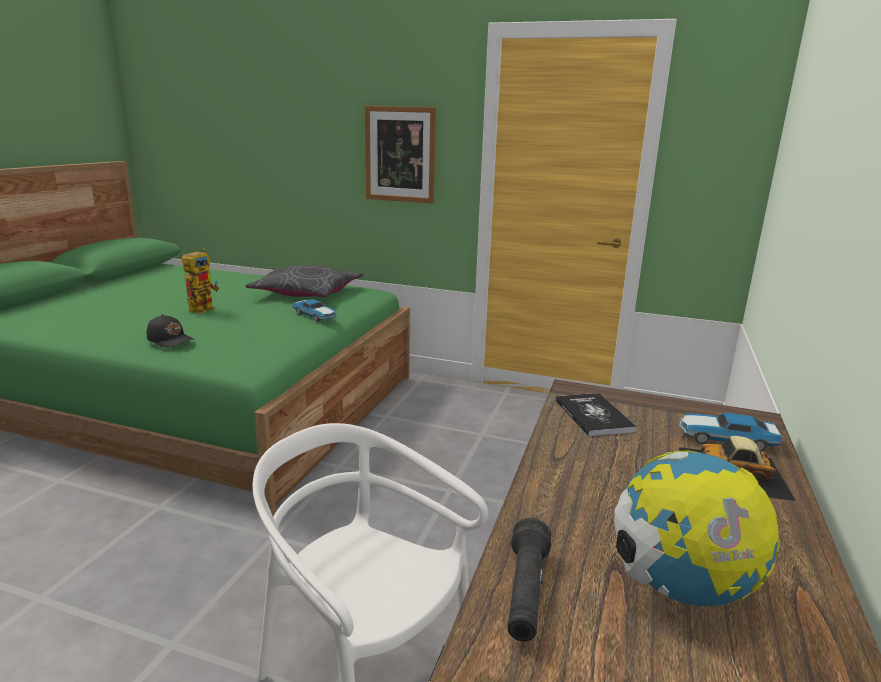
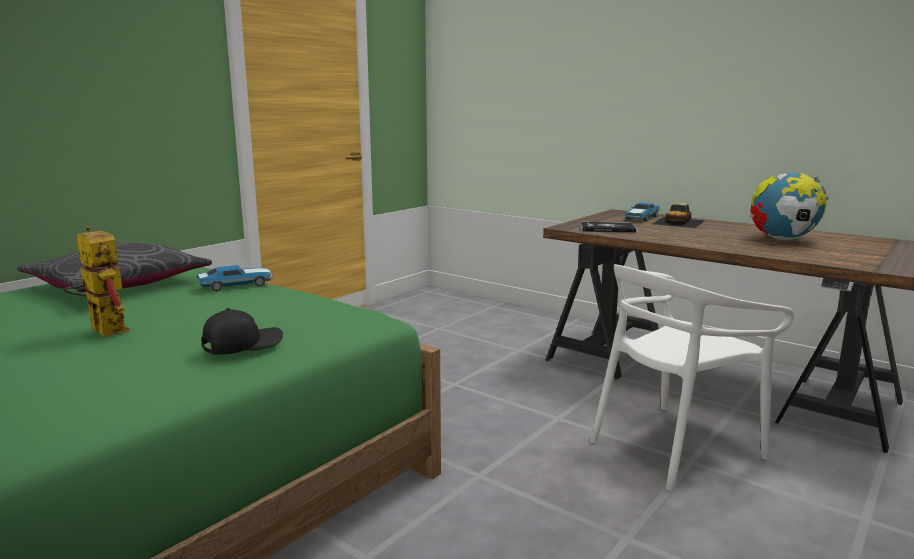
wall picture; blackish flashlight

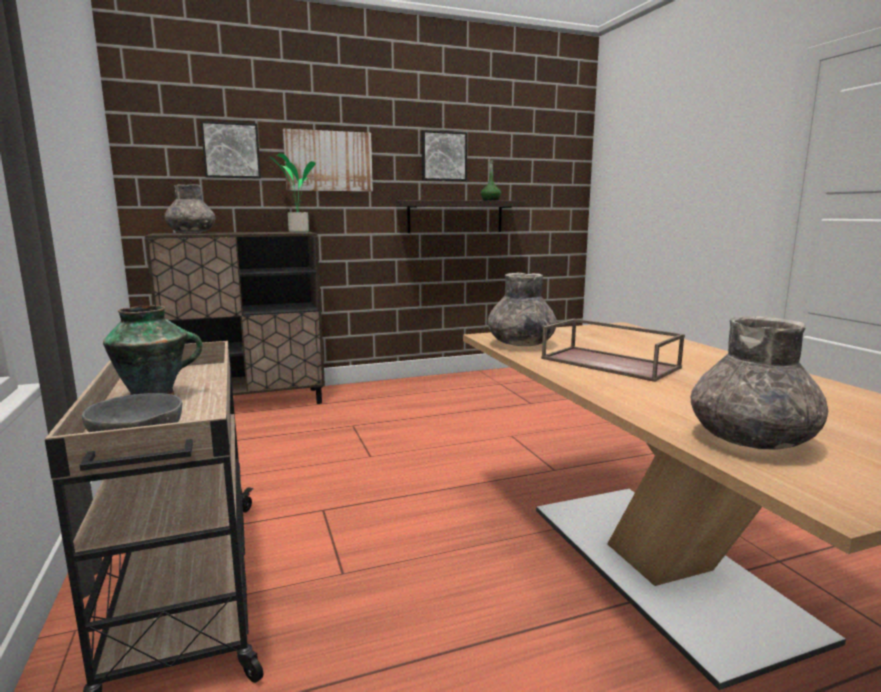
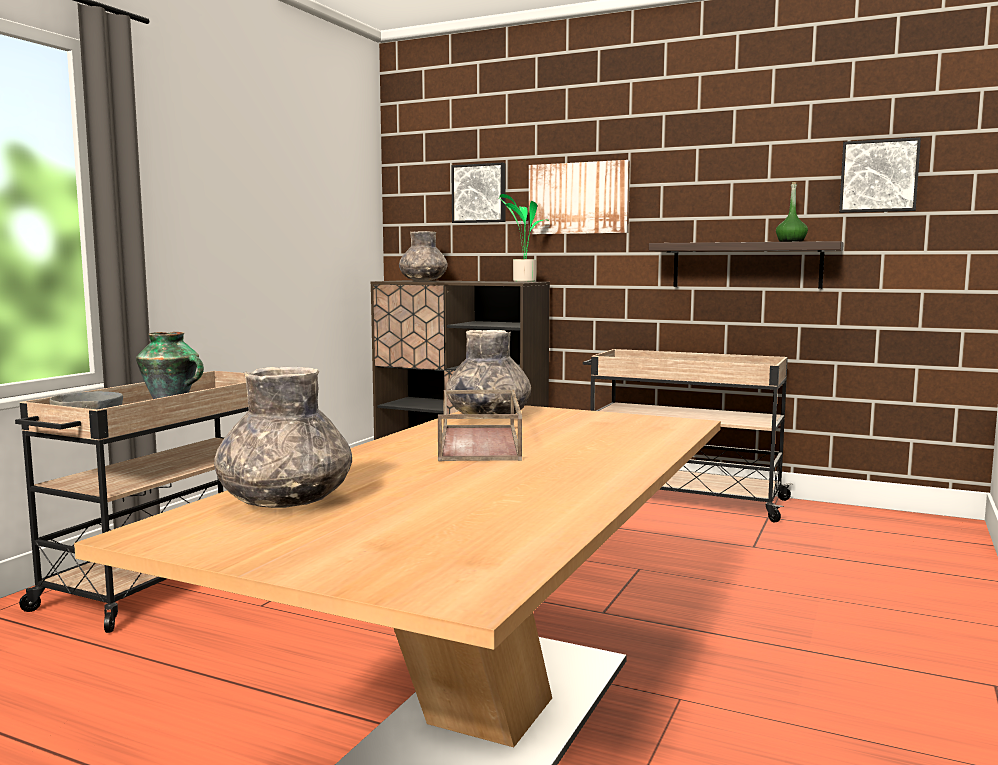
beige-coloured wheeled cart (no. 2 from left); wall picture (no. 3 from left)

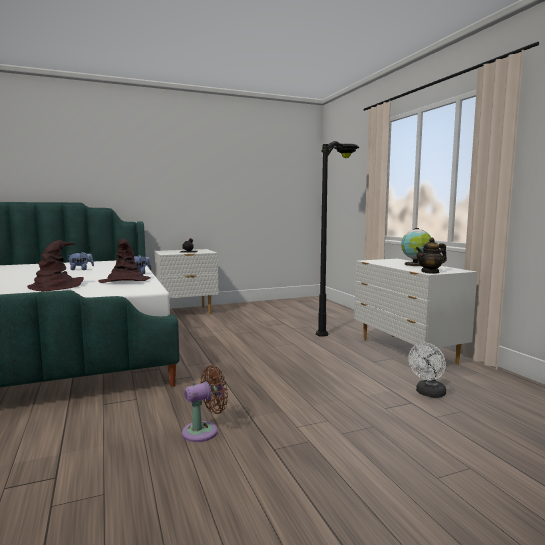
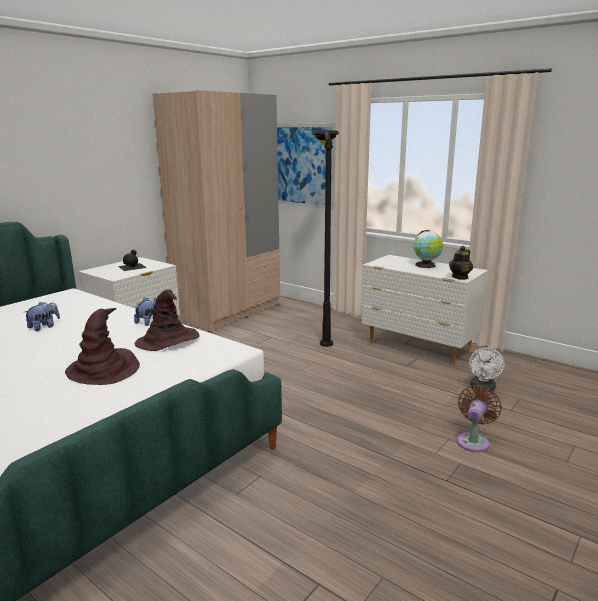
beige-coloured armoire; wall picture; brown cooling fan

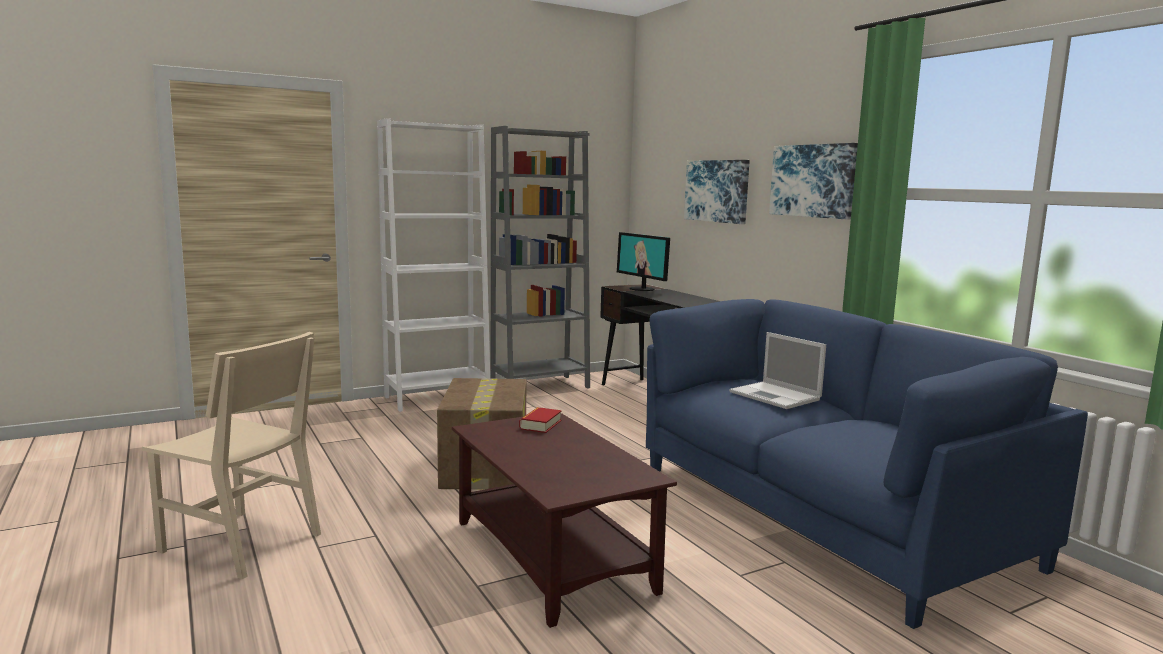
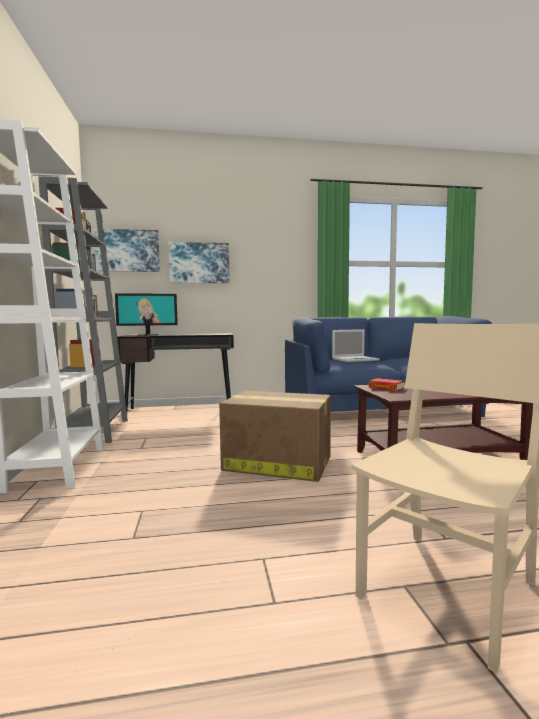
wall picture (no. 1 from left)

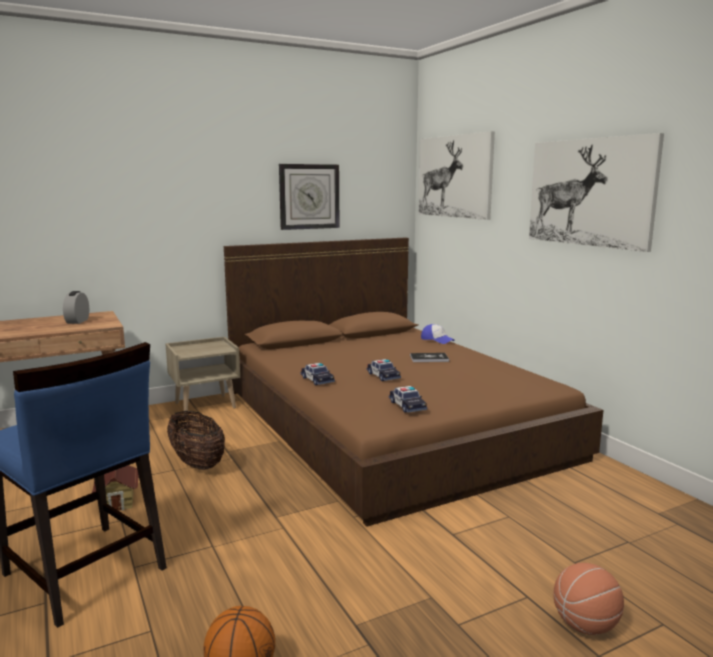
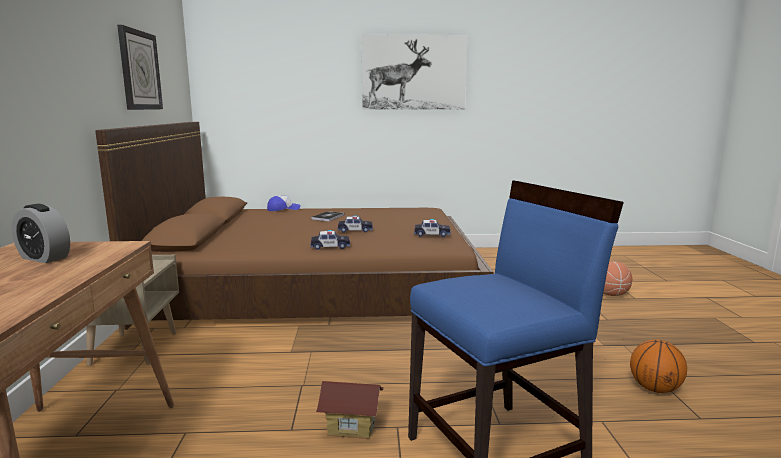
storage basket; wall picture (no. 1 from left in the first image)

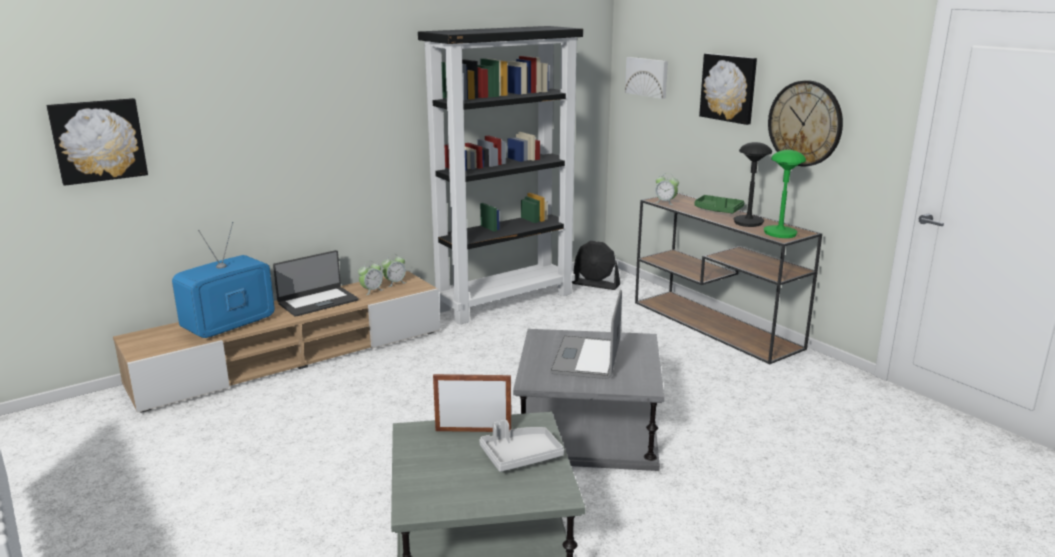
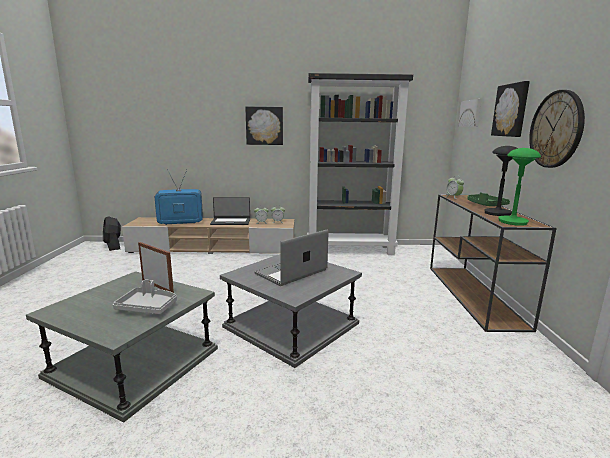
wall picture (no. 1 from left); blackish cooling fan

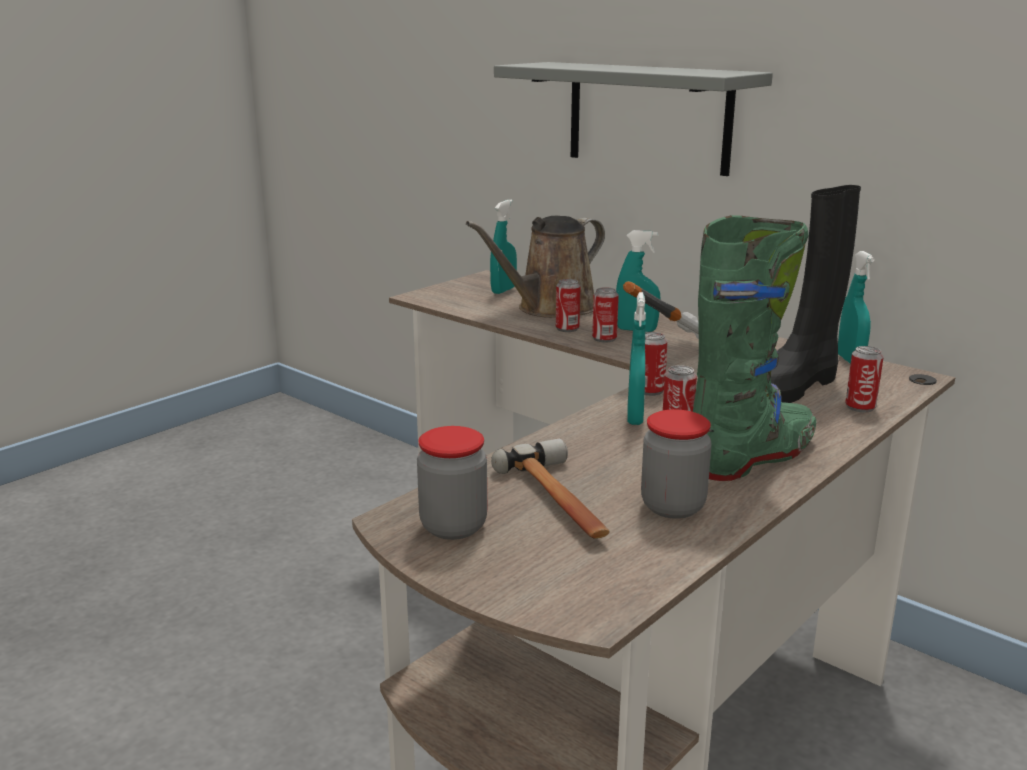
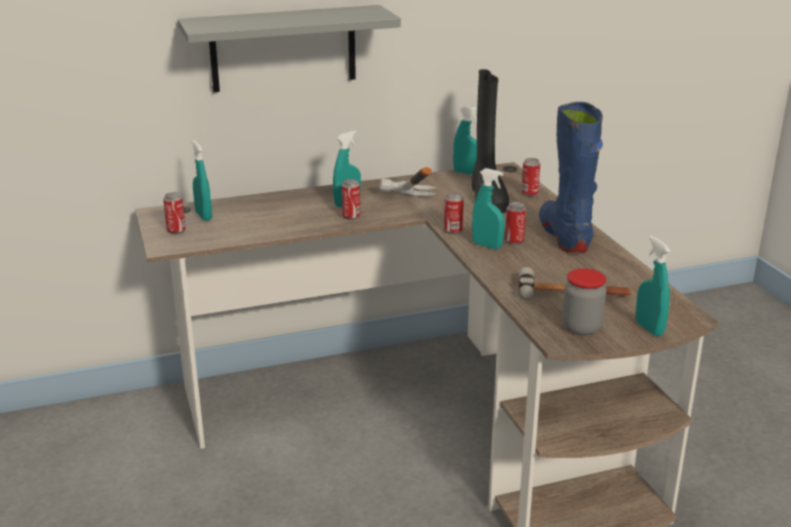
brown watering can; preserve jar (no. 2 from left in the first image); turquoise spray bottle (no. 5 from left); can (no. 1 from left); blue-coloured boot

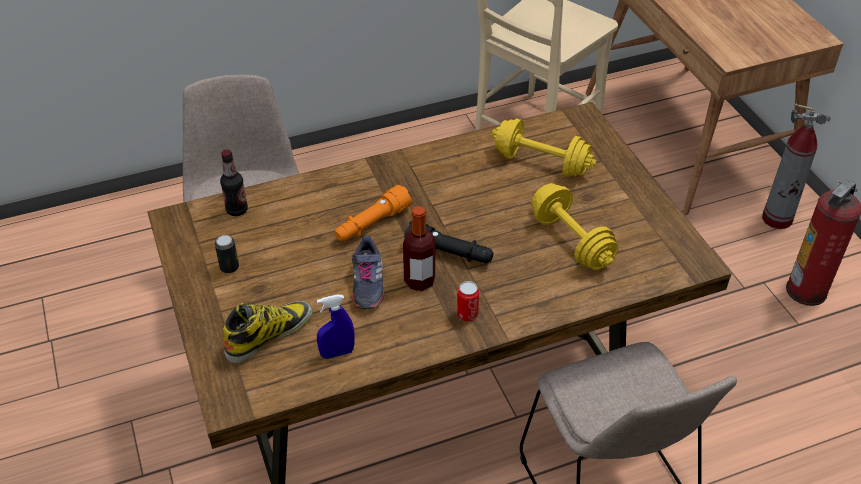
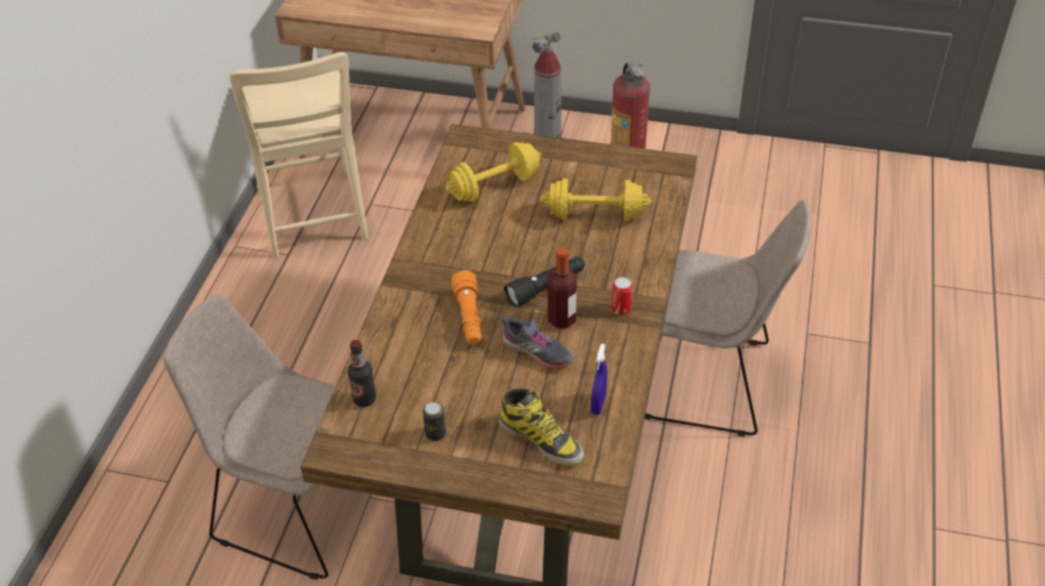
boot

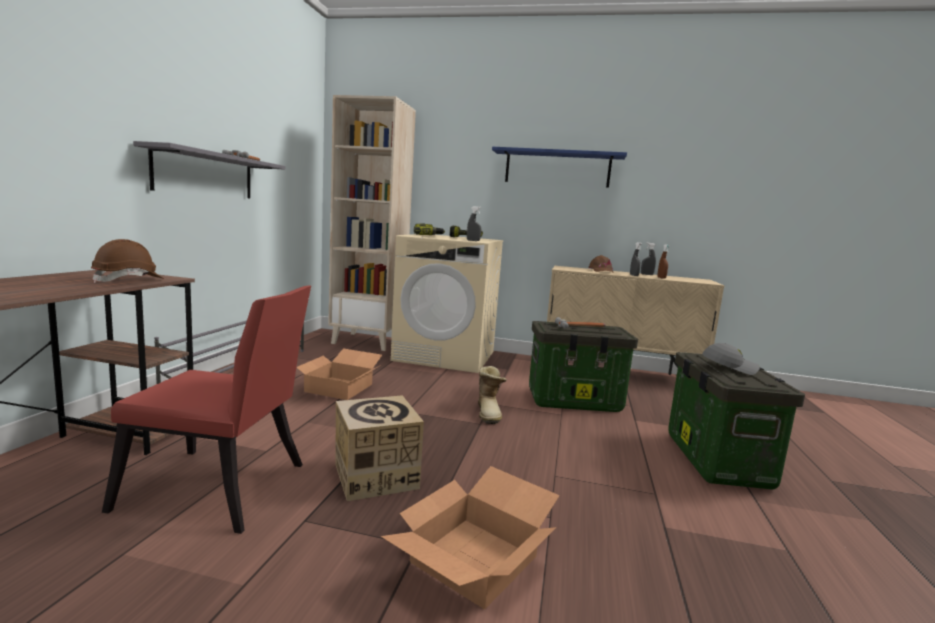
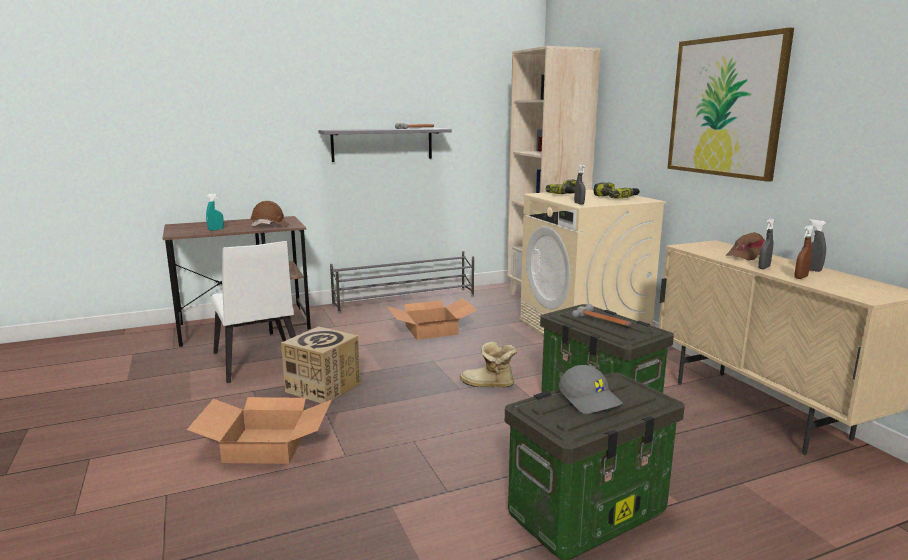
turquoise spray bottle; wall picture; whitish upright chair; boot

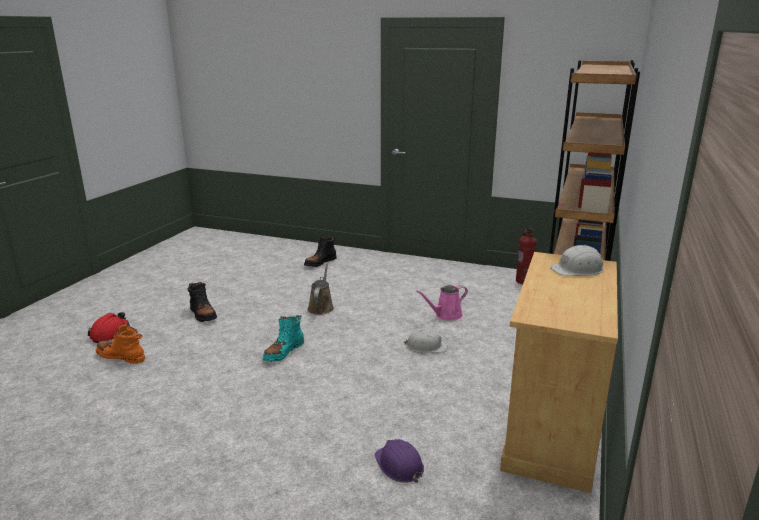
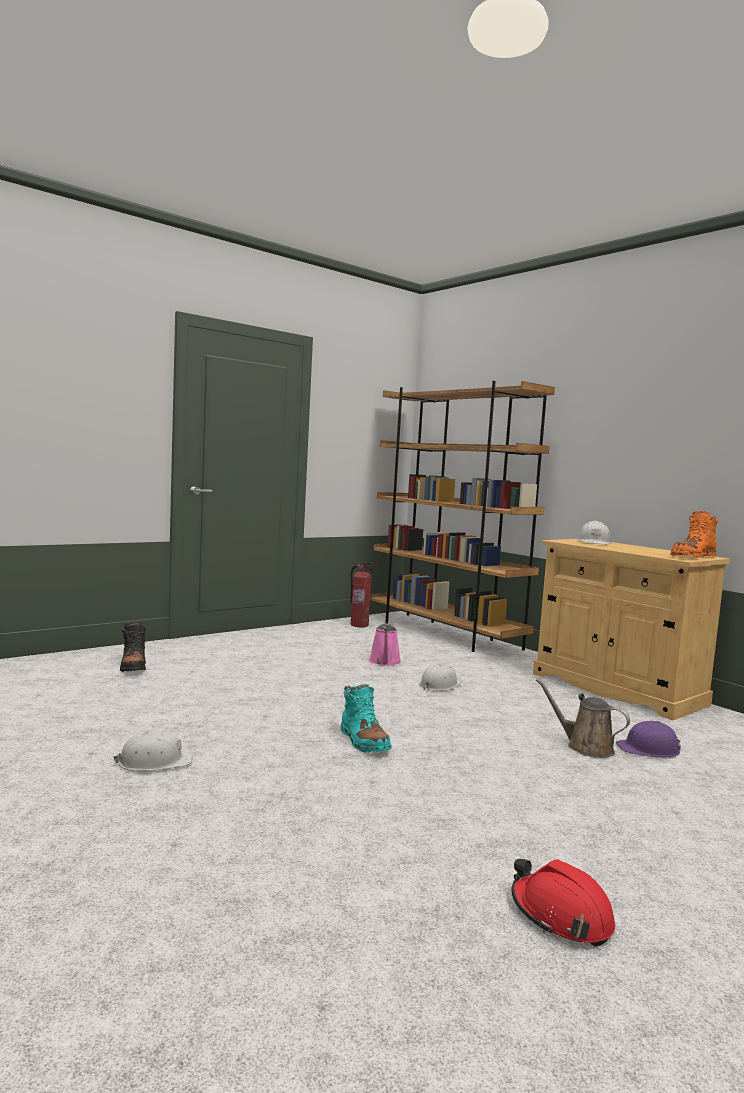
reddish safety helmet; orange boot; brown watering can; whitish safety helmet (no. 1 from left)

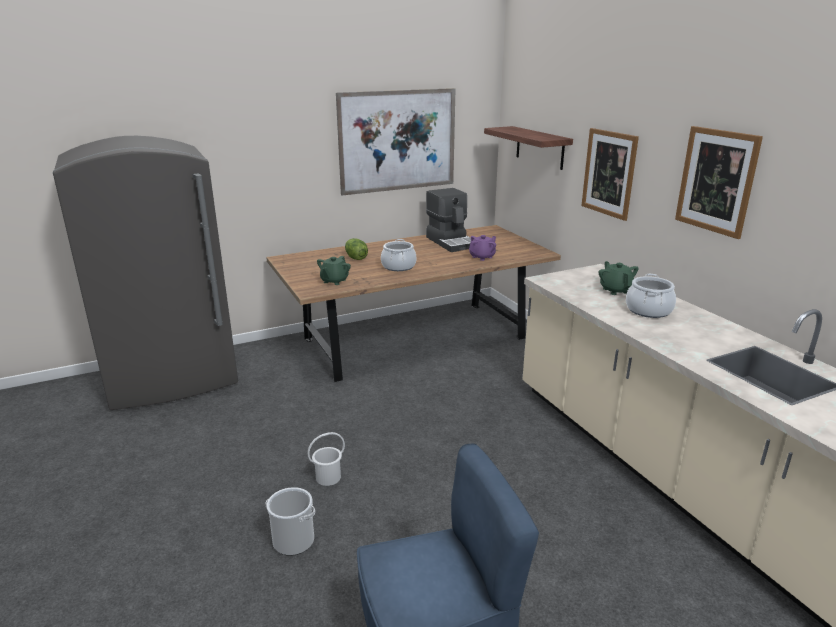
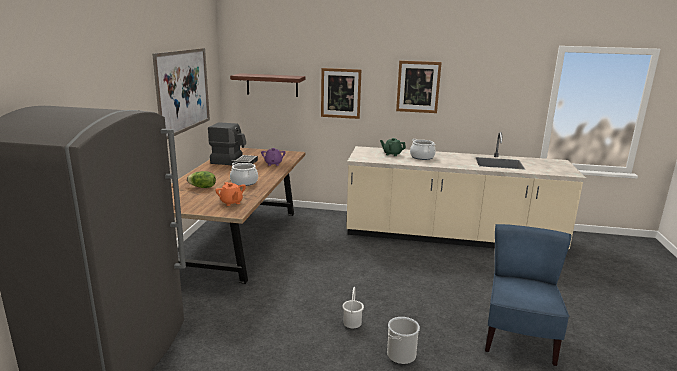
orange tea pot

